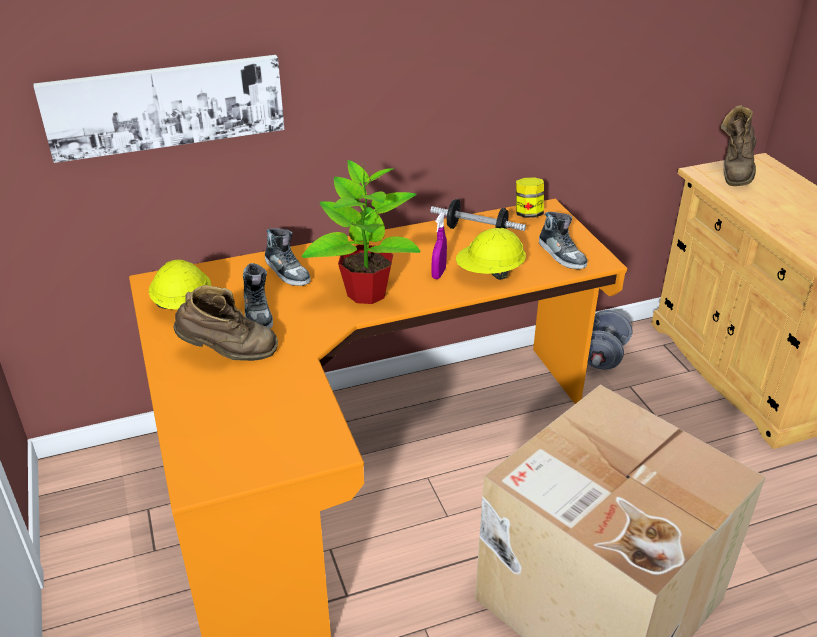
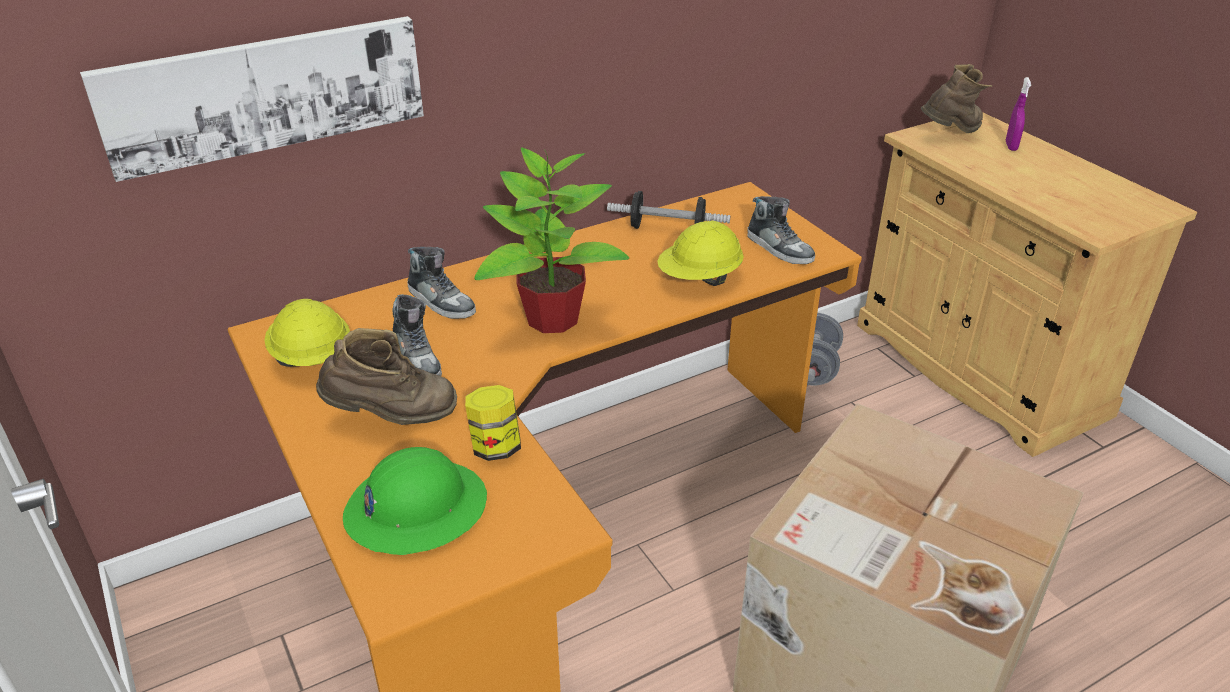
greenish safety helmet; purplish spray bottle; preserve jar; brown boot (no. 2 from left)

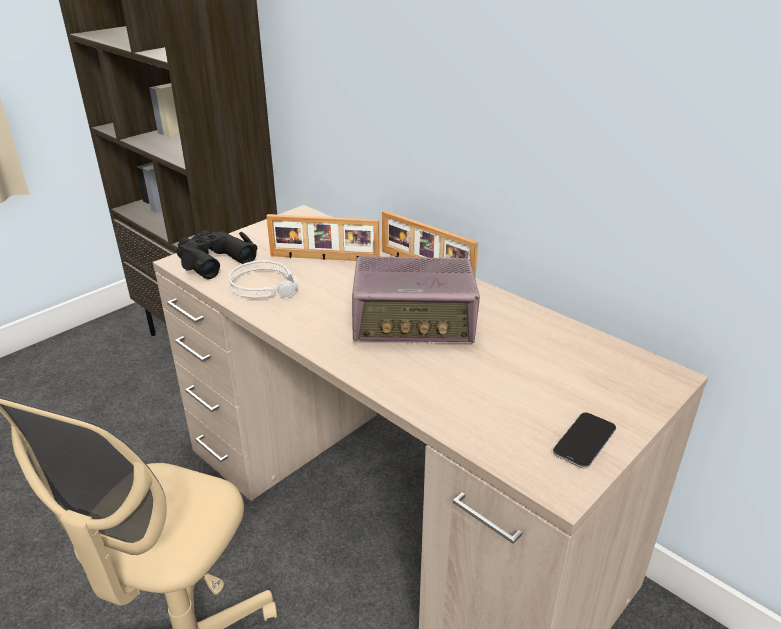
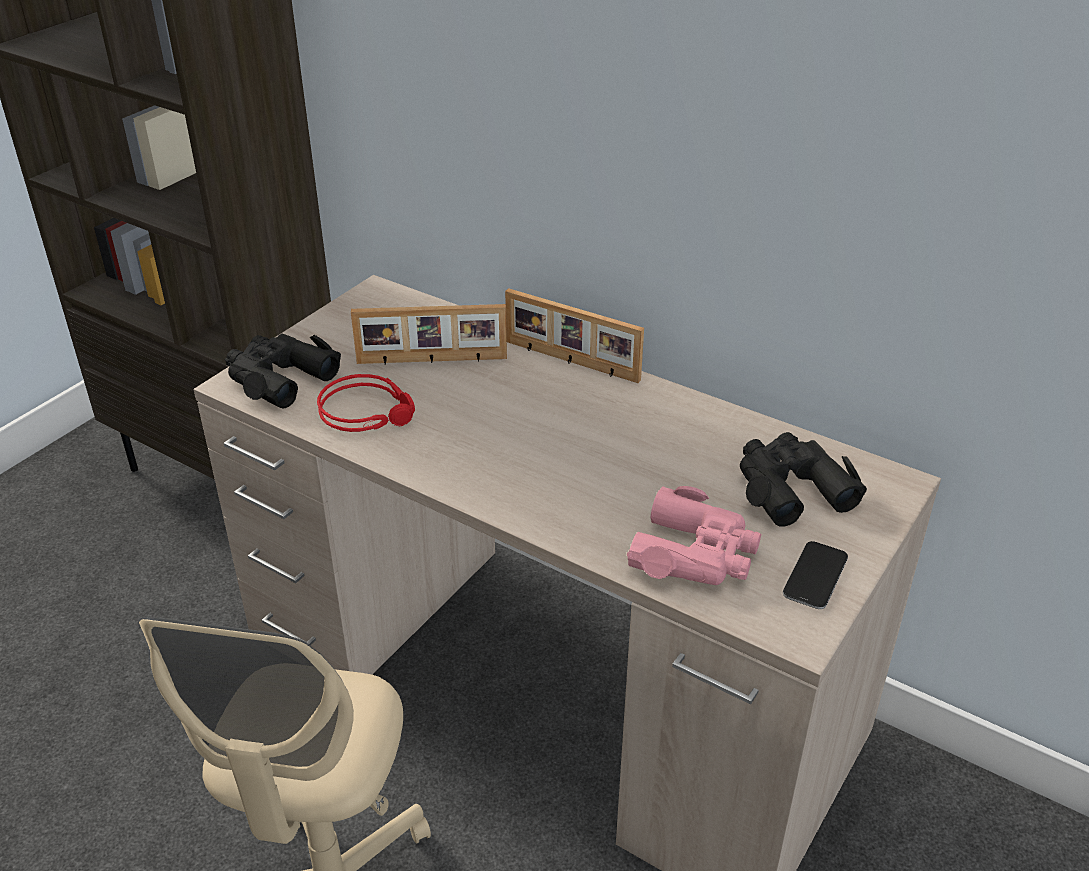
radio set; pinkish field glasses; blackish field glasses (no. 2 from left); reddish headphones

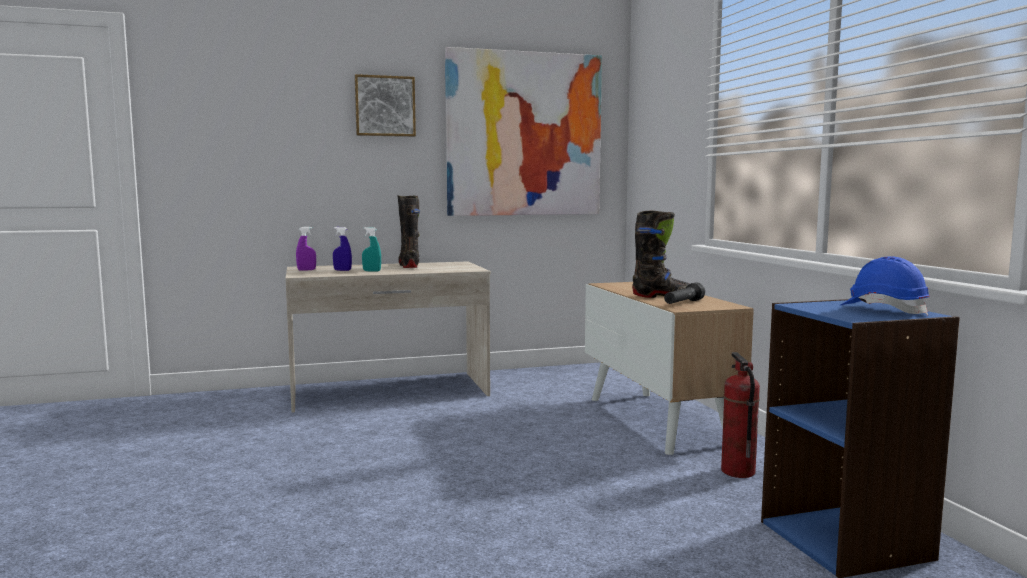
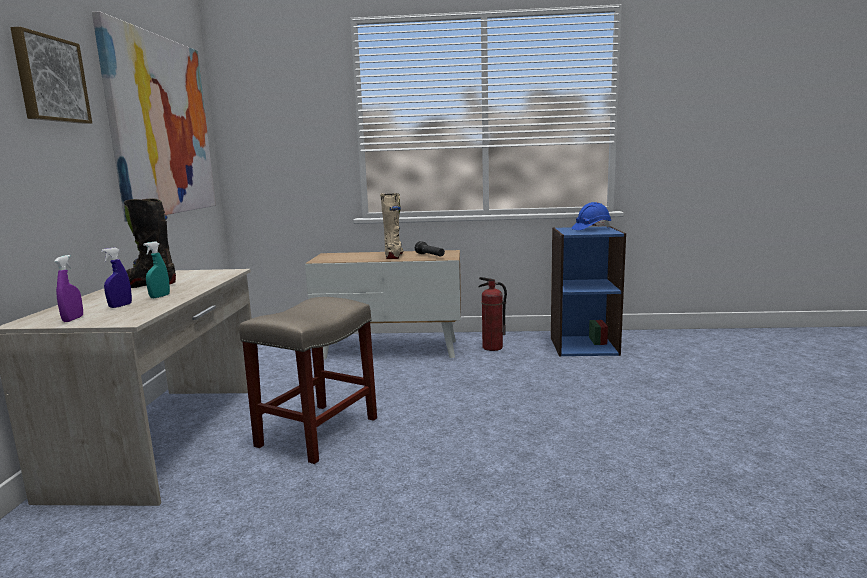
beige-coloured sitting stool; beige-coloured boot

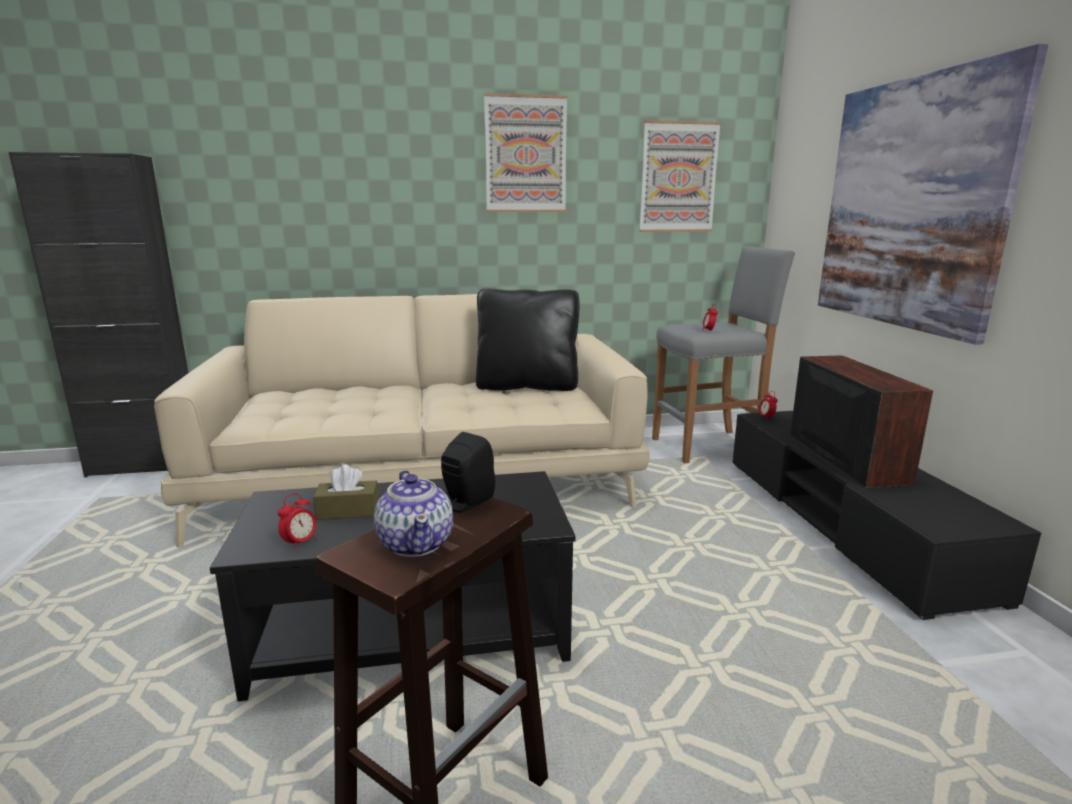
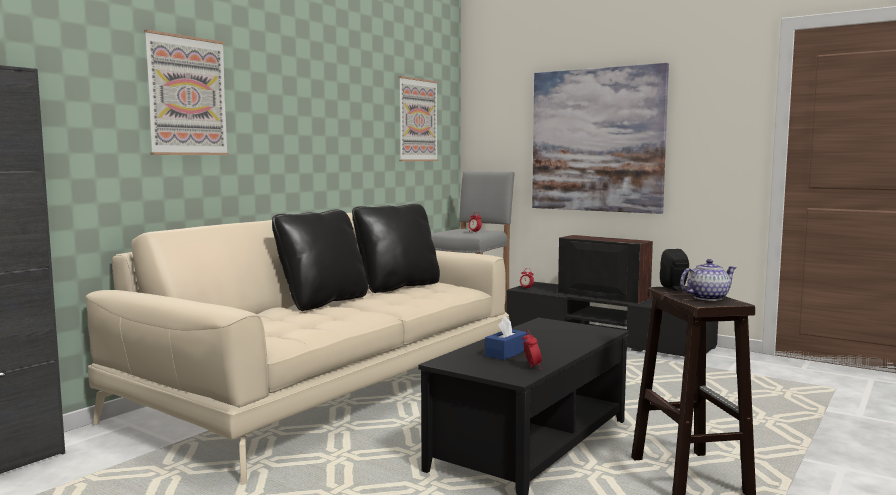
blackish cushion (no. 1 from left); wall picture (no. 1 from left); blue-coloured box of tissues; tea pot

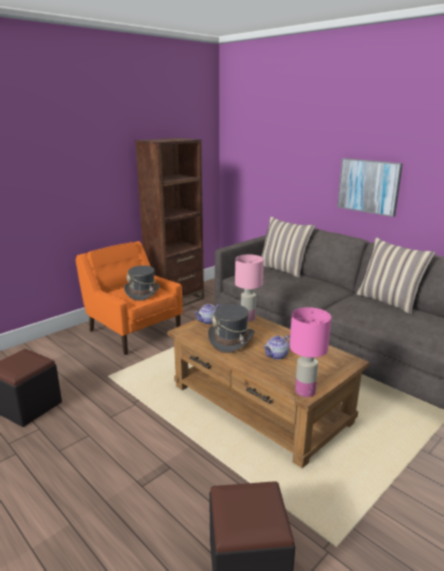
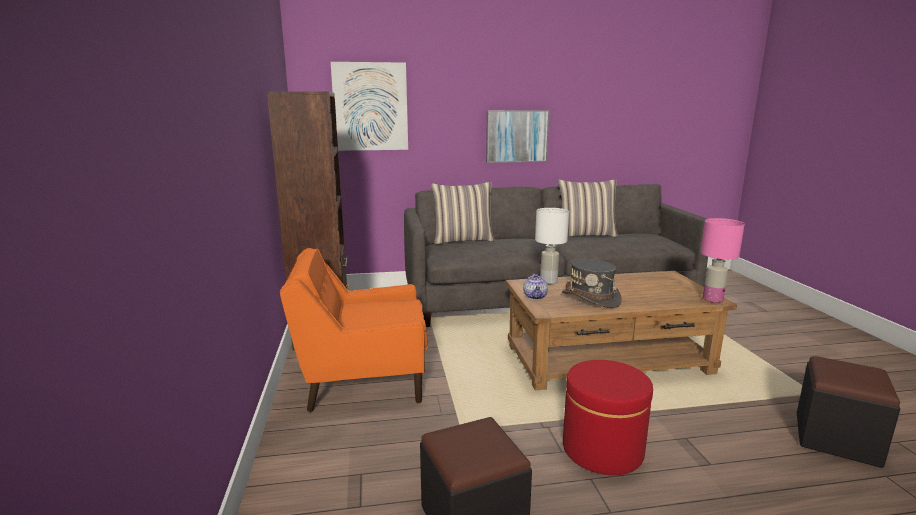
grey wearable hat (no. 1 from left in the first image); tea pot (no. 2 from left in the first image); wall picture (no. 1 from left); reddish pouffe; whitish lamp for a table

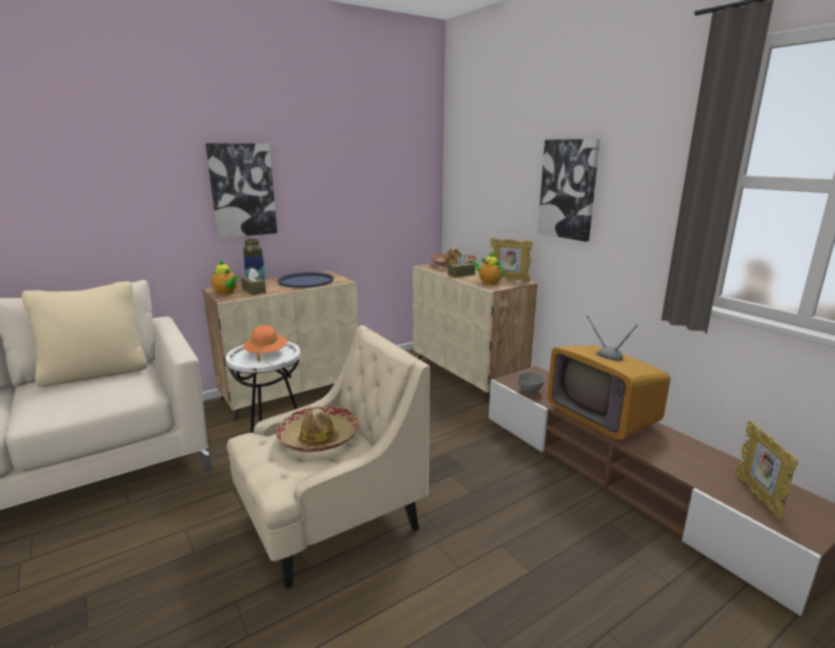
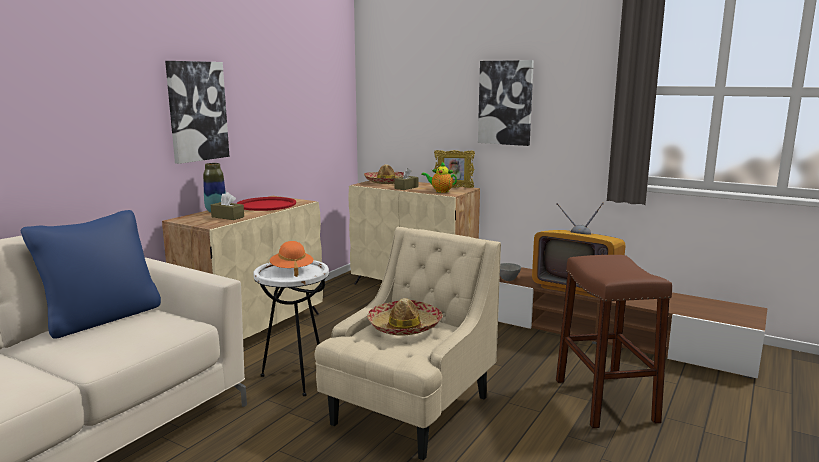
tea pot (no. 1 from left in the first image); picture frame (no. 2 from left in the first image); brown sitting stool; blue-coloured cushion; reddish carrying tray

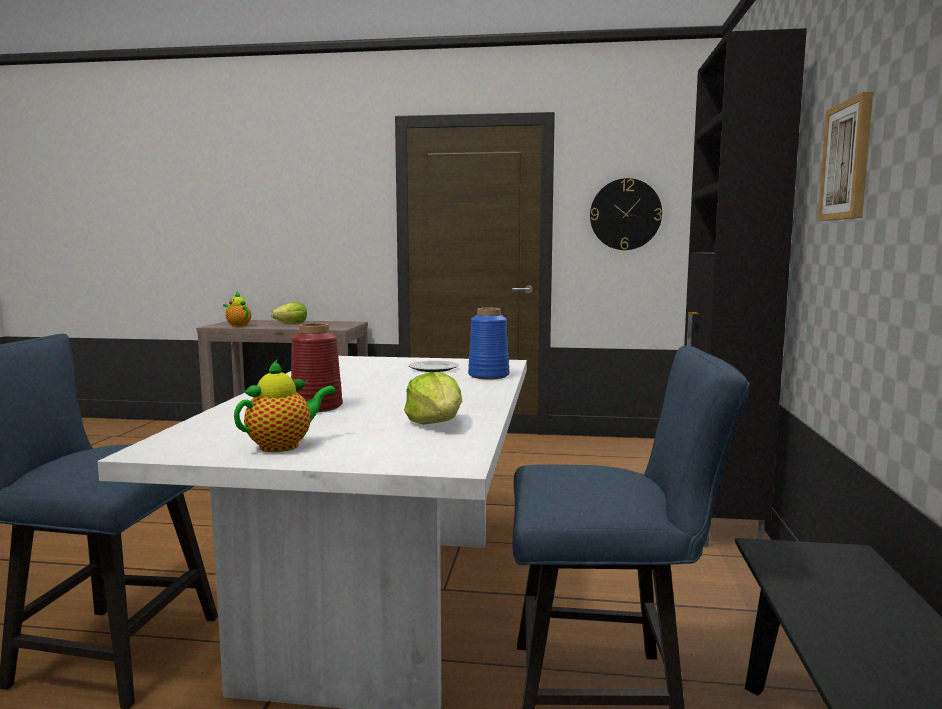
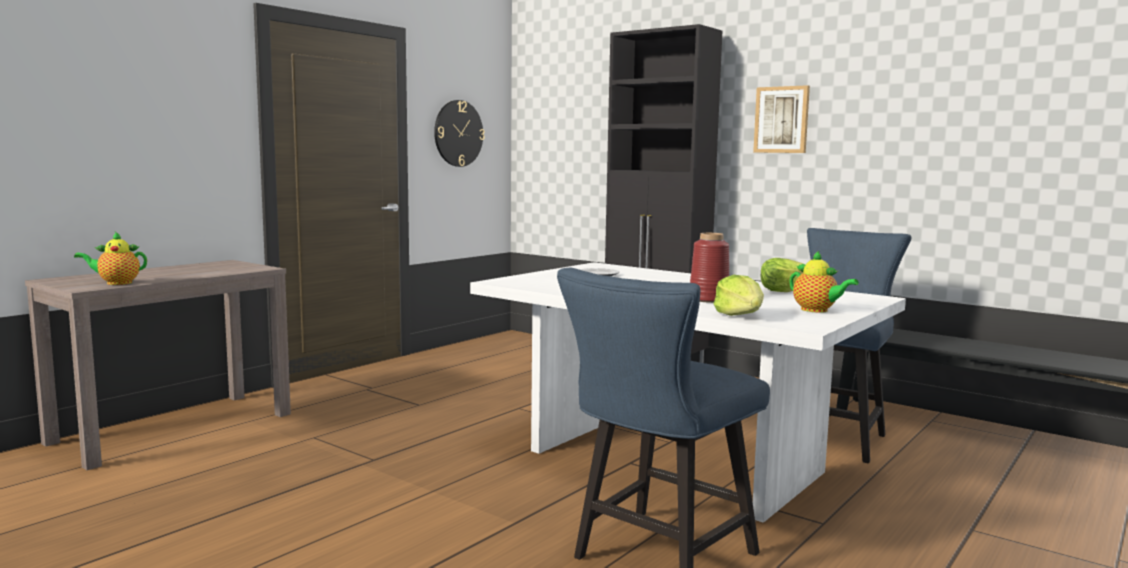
blue-coloured decorative vase; head of lettuce (no. 1 from left); tea pot (no. 2 from left)

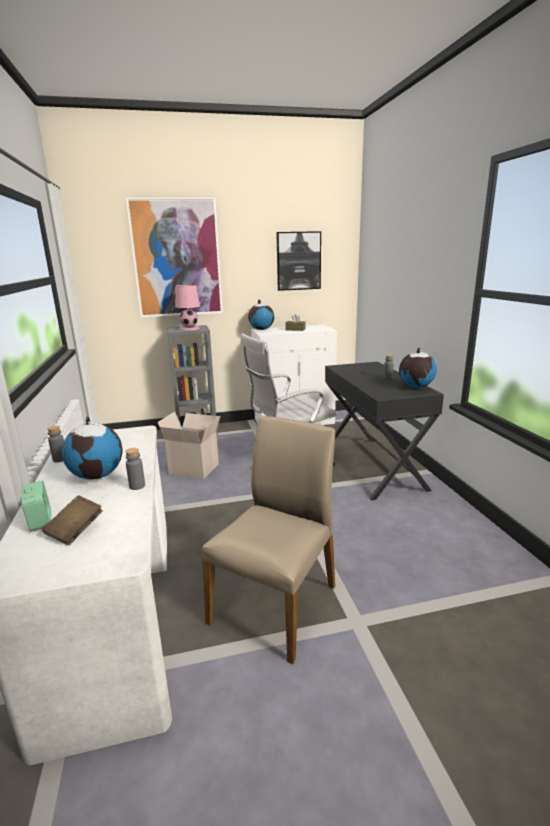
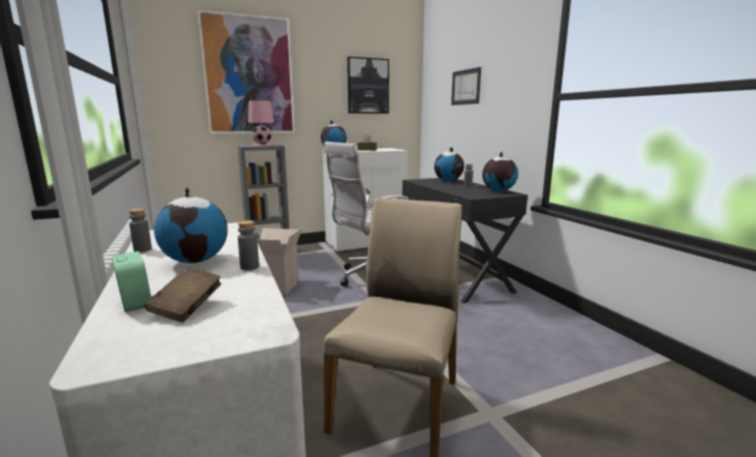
globe (no. 3 from left); wall picture (no. 3 from left)

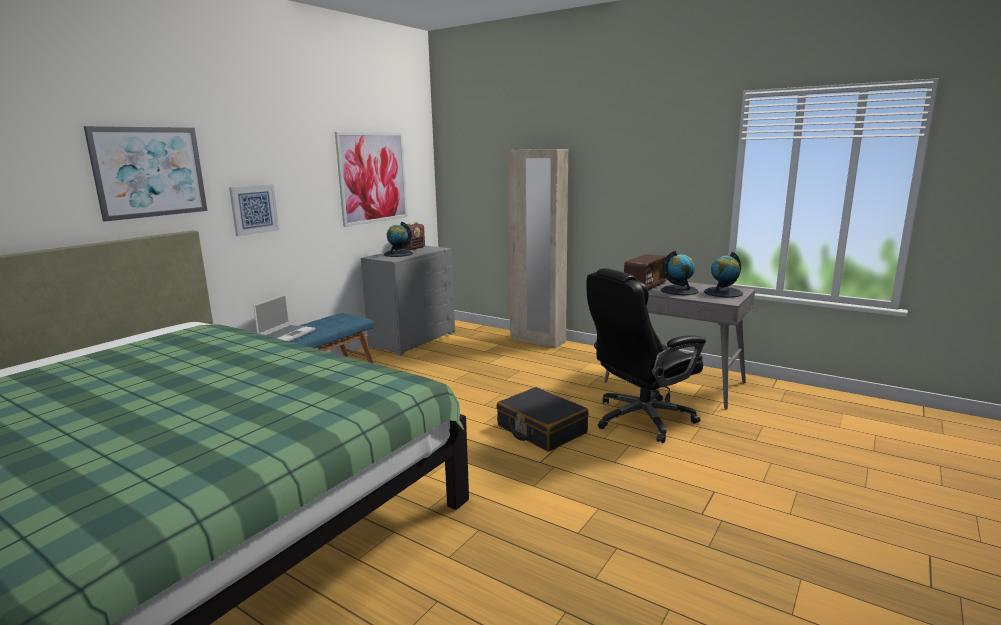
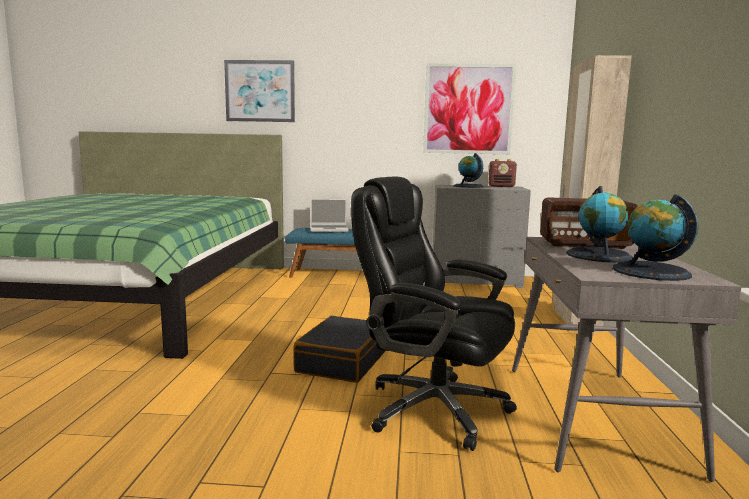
wall picture (no. 2 from left in the first image)

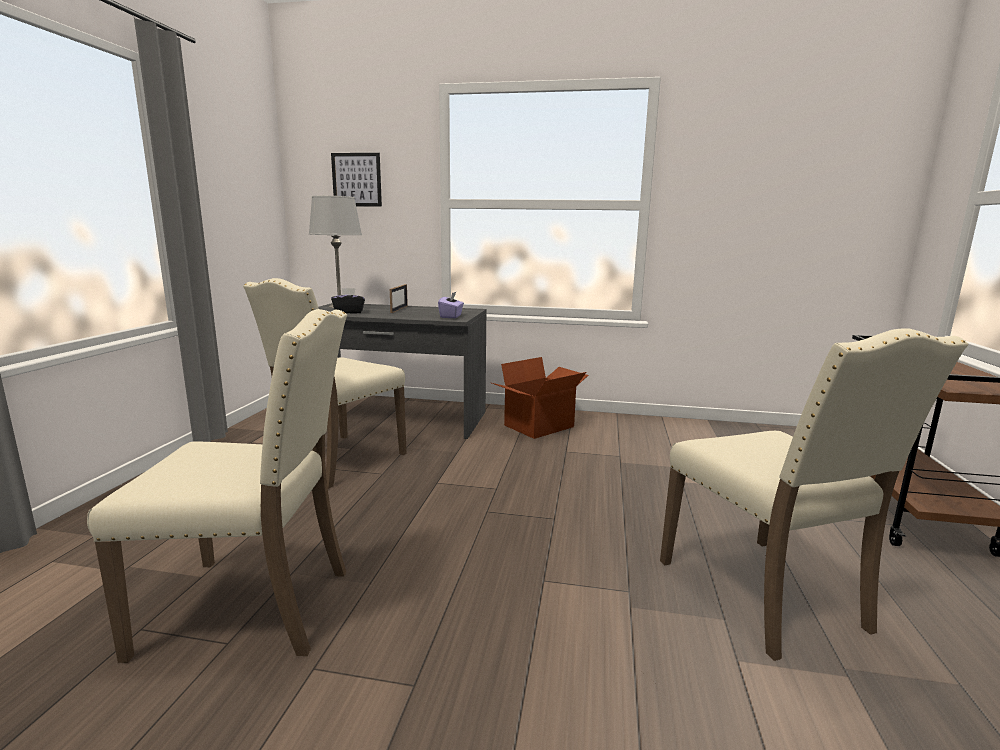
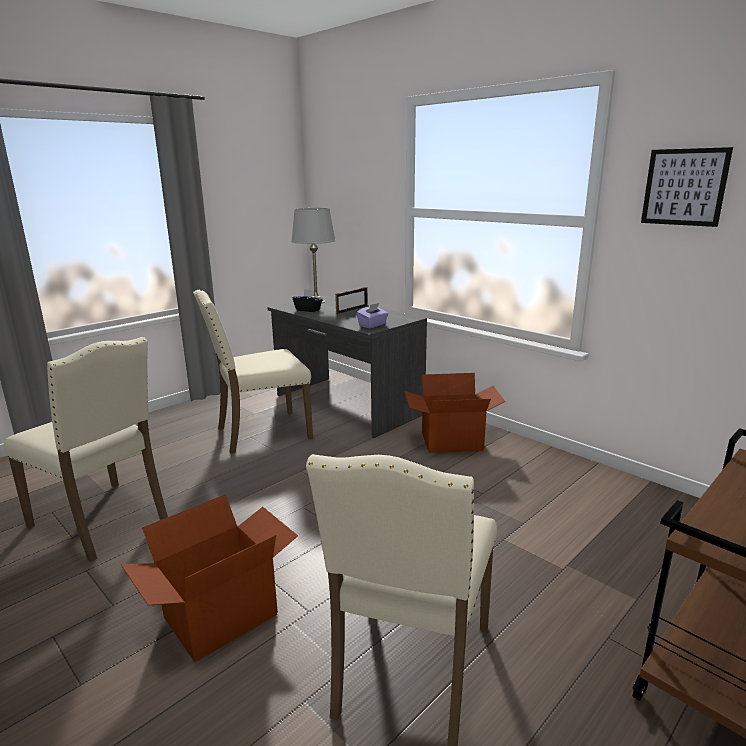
packing box (no. 1 from left); wall picture

